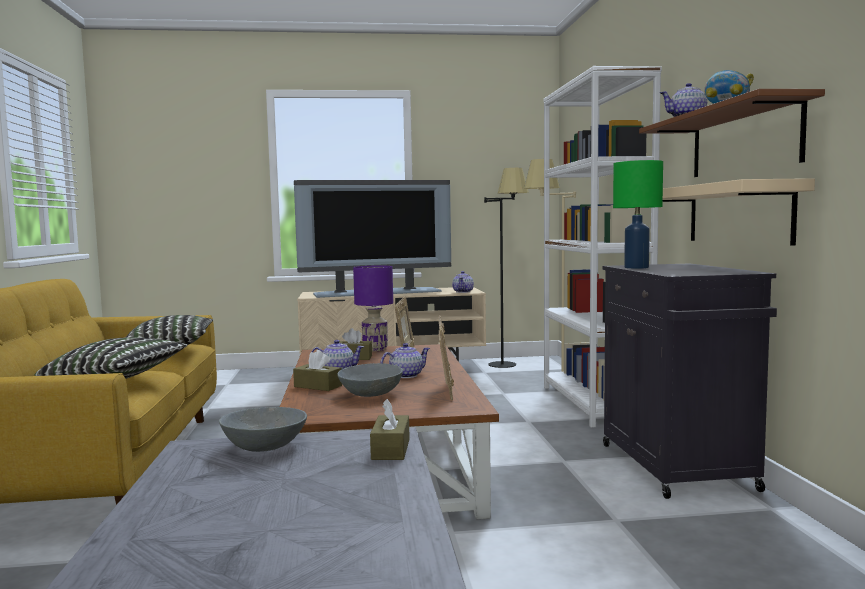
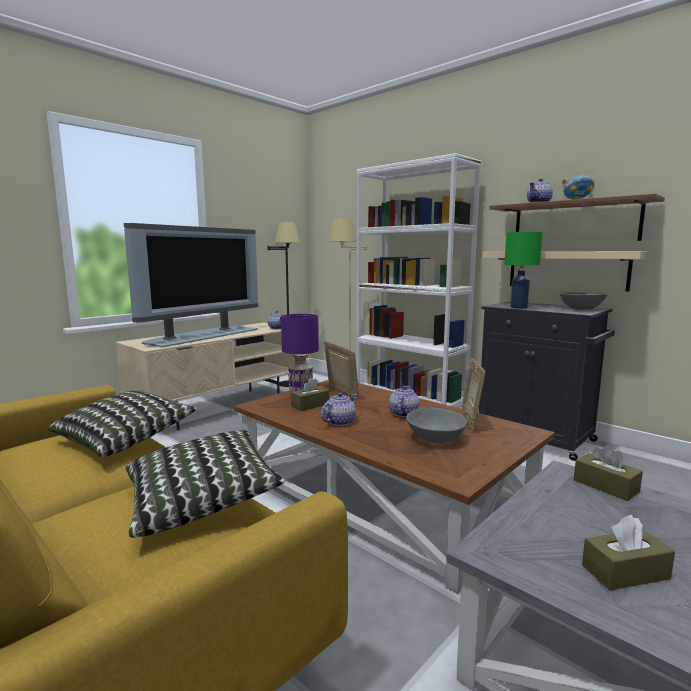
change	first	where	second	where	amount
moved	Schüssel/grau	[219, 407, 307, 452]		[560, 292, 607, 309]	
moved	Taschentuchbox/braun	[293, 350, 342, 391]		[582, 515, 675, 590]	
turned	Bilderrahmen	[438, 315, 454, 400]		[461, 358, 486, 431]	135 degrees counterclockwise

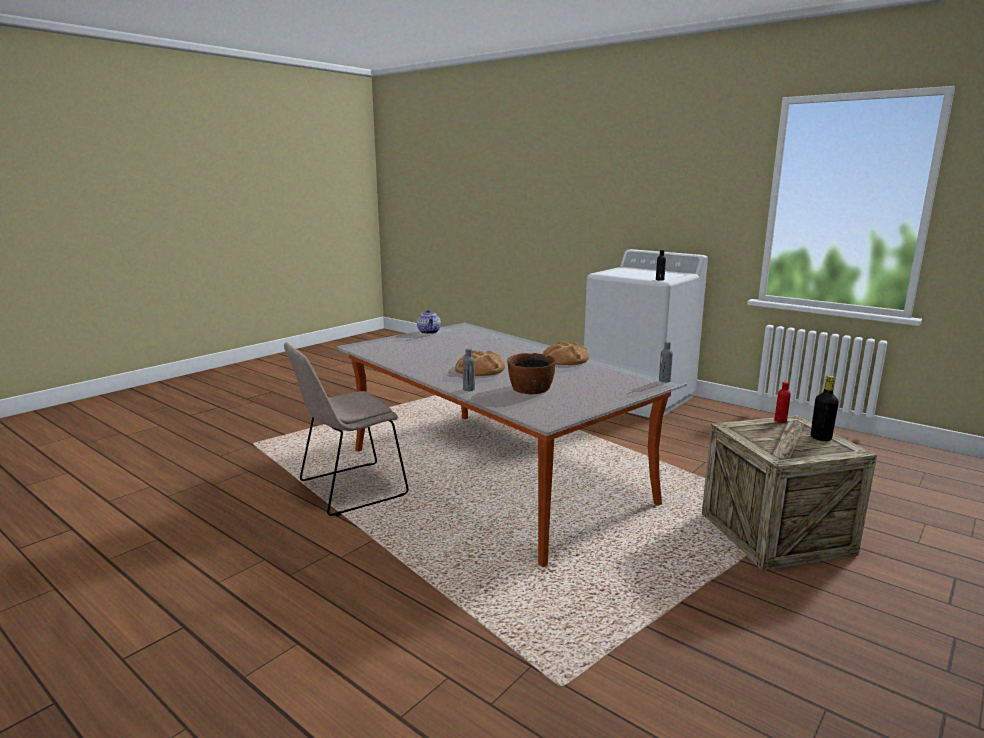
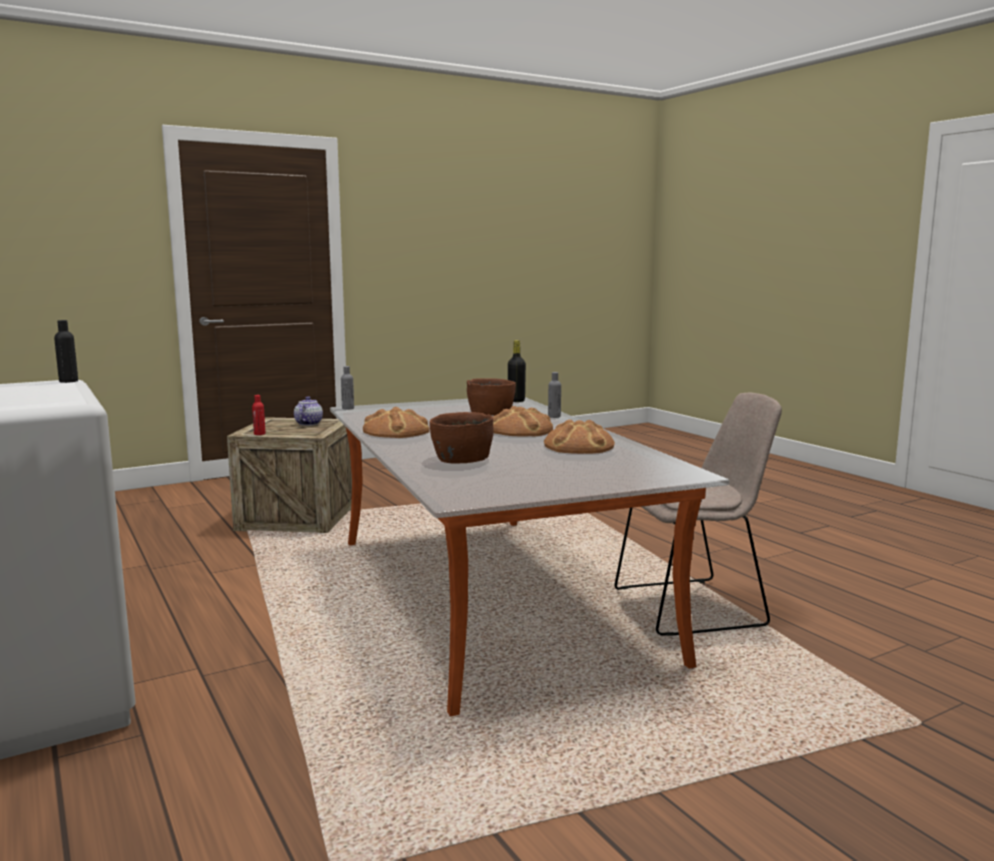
change	first	where	second	where	amount
moved	Teekanne	[417, 310, 441, 334]		[294, 396, 323, 426]	
moved	Flasche/schwarz	[811, 376, 839, 441]		[508, 340, 526, 402]	
added			Schüssel/braun	[429, 412, 494, 464]	
added			Brot	[544, 419, 615, 454]	

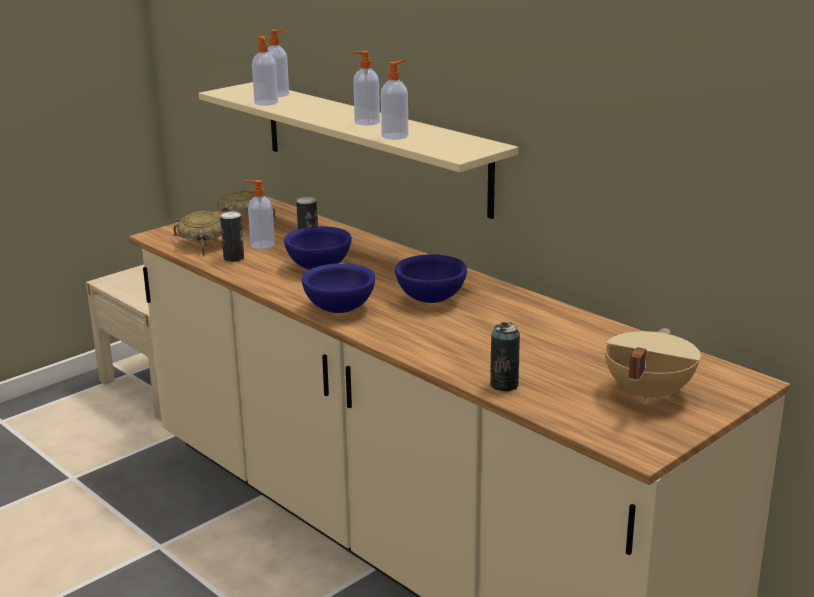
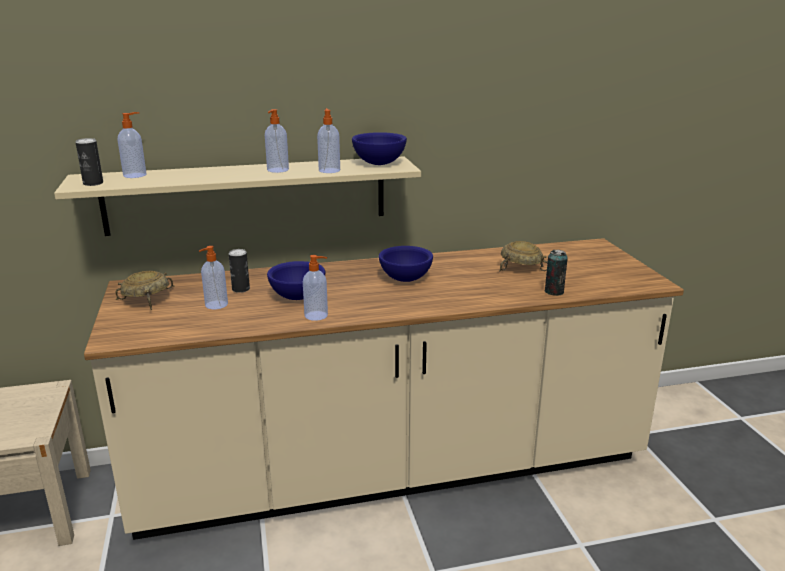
change	first	where	second	where	amount
moved	Schüssel/beige	[173, 211, 222, 256]		[499, 241, 548, 272]	
moved	Dose	[220, 211, 244, 262]		[75, 138, 103, 186]	
moved	Seifenspender	[252, 36, 278, 106]		[303, 255, 328, 321]	
moved	Schüssel/blau	[302, 263, 375, 313]		[352, 132, 407, 165]	
removed	Kochtopf/beige	[605, 328, 701, 403]			

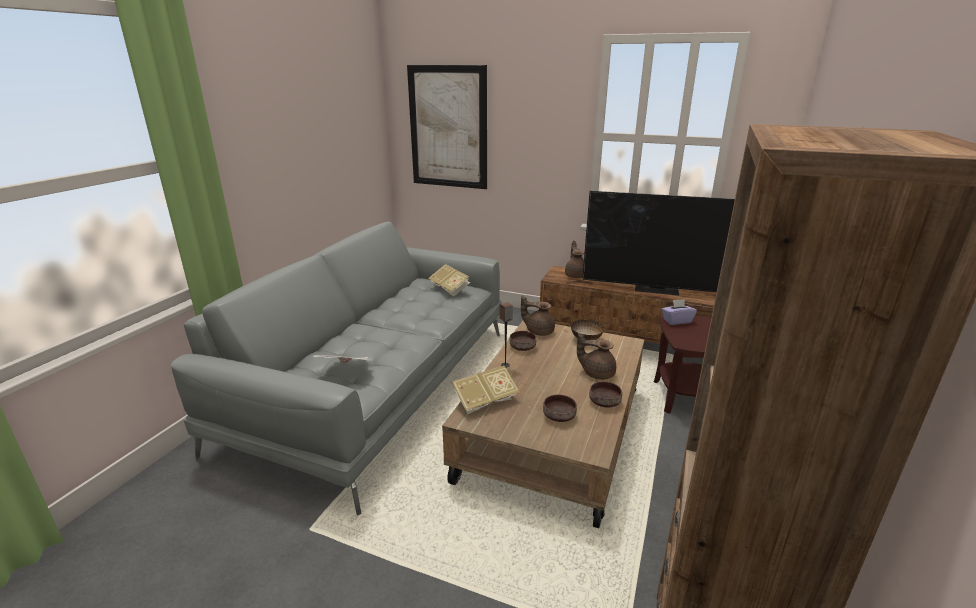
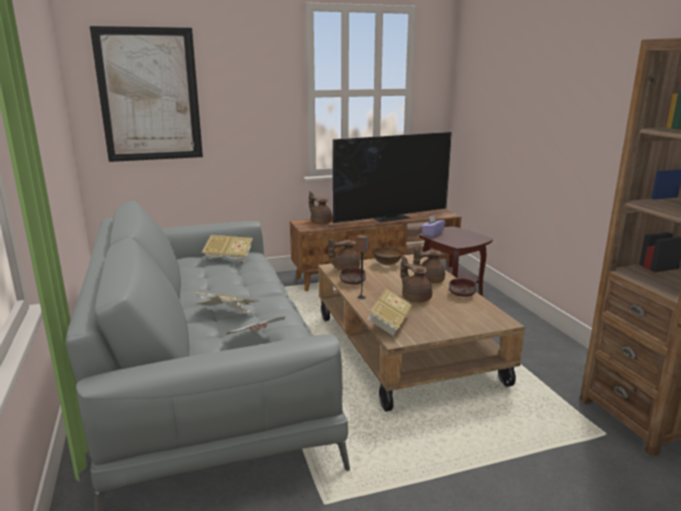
change	first	where	second	where	amount
removed	Schüssel/braun	[543, 395, 577, 422]			
added			Buch	[194, 291, 258, 313]	
added			Teekanne/braun	[401, 256, 432, 303]	

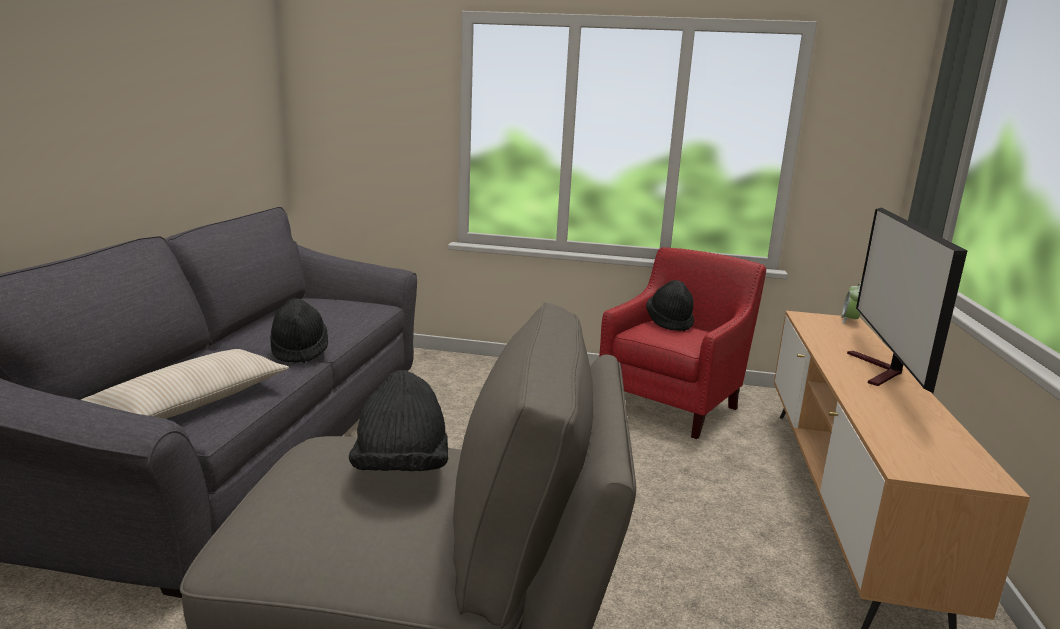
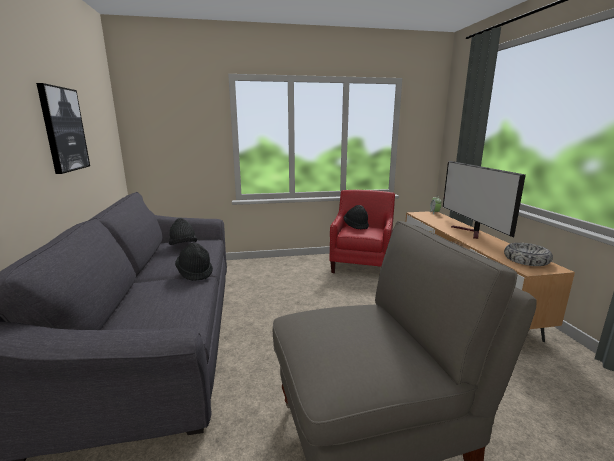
change	first	where	second	where	amount
removed	Kissen/beige	[81, 349, 289, 419]			
moved	Hut/schwarz	[349, 370, 448, 471]		[169, 218, 197, 245]	
added			Bild	[36, 83, 90, 174]	
added			Schüssel	[504, 243, 553, 266]	

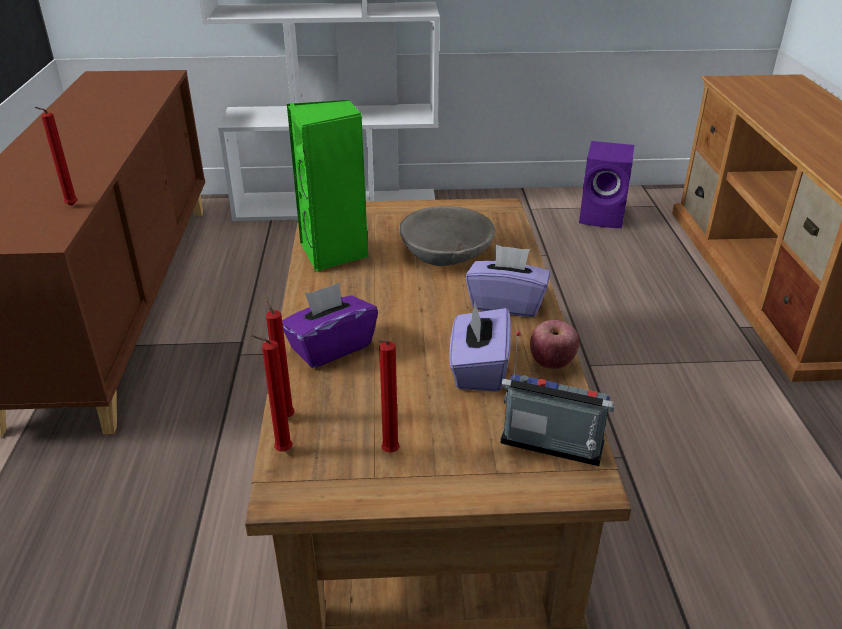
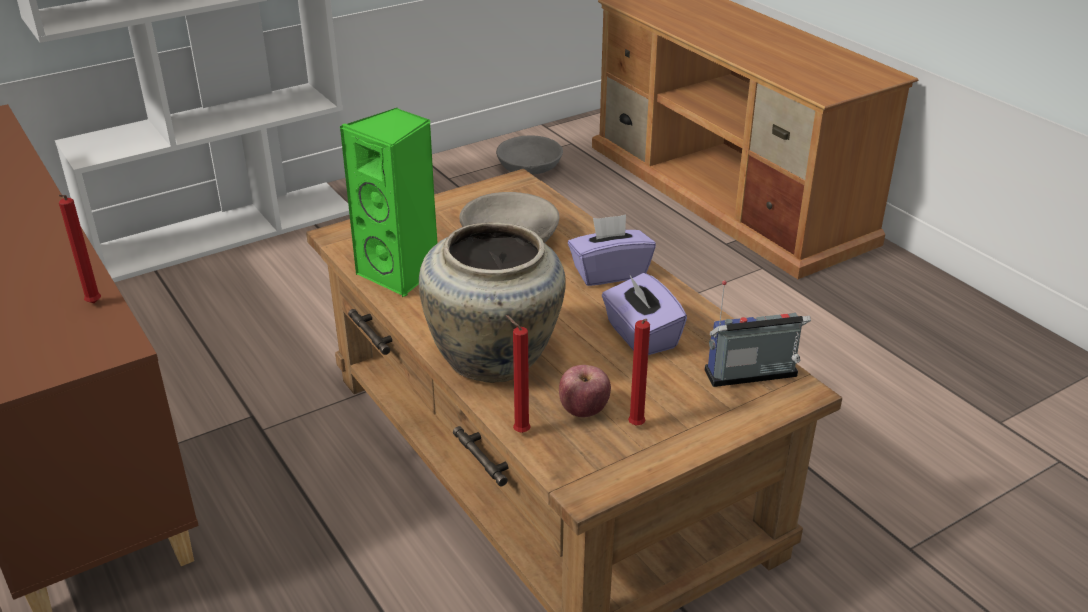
change	first	where	second	where	amount
removed	Kerze/rot	[251, 335, 293, 452]			
replaced	Taschentuchbox/lila	[282, 283, 378, 368]	Vase/beige	[419, 222, 566, 383]	
moved	Apfel	[530, 320, 580, 369]		[559, 365, 611, 417]	
replaced	Lautsprecher/lila	[579, 141, 634, 228]	Schüssel/grau	[496, 136, 563, 175]	

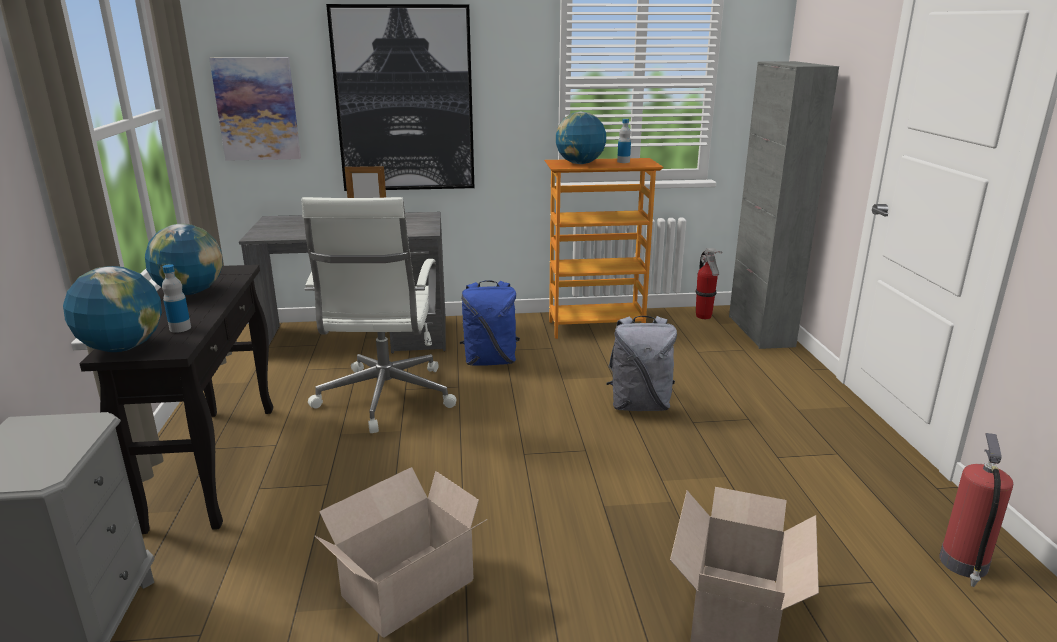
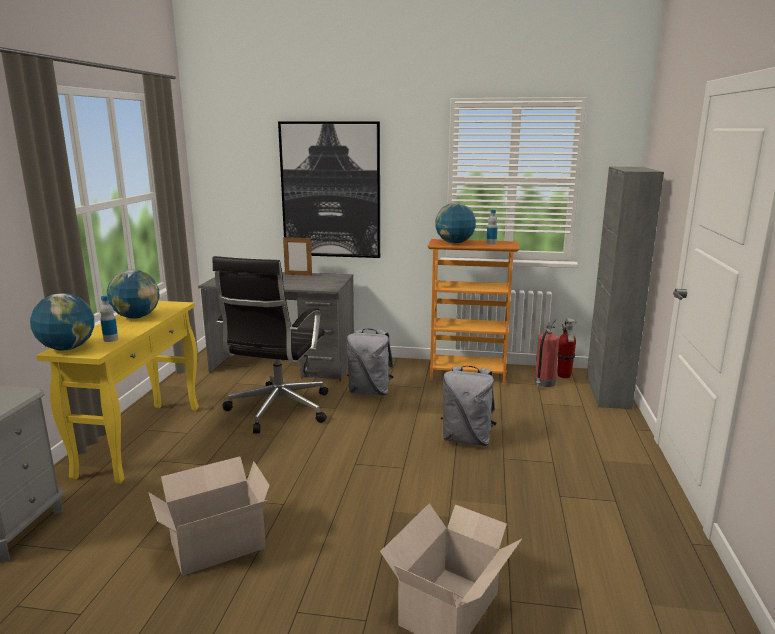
change	first	where	second	where	amount
recoloured	Konsolentisch/schwarz	[79, 265, 273, 534]	Konsolentisch/gelb	[36, 301, 199, 484]	
removed	Bild	[209, 57, 301, 161]			
recoloured	Bürostuhl/weiß	[301, 197, 456, 433]	Bürostuhl/schwarz	[212, 256, 328, 434]	
recoloured	Rucksack/blau	[460, 280, 520, 366]	Rucksack/grau	[346, 329, 394, 396]	
moved	Feuerlöscher	[939, 433, 1013, 587]		[534, 318, 559, 387]	

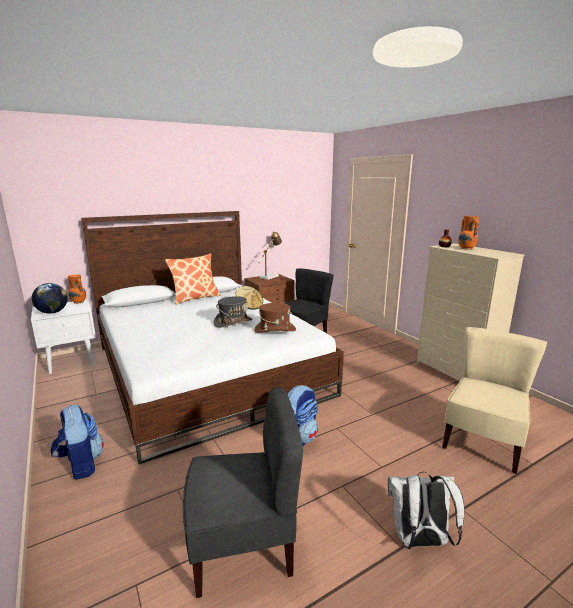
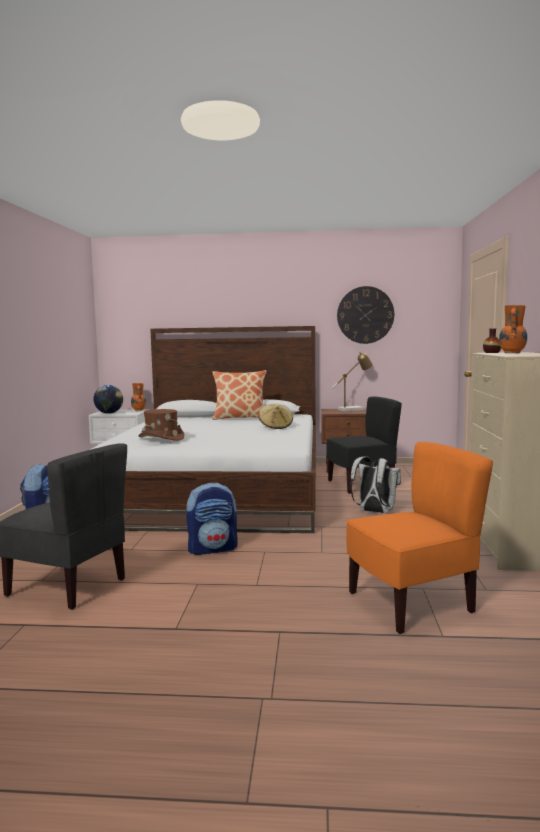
change	first	where	second	where	amount
removed	Hut/grau	[214, 296, 253, 328]			
moved	Hut/braun	[254, 303, 296, 333]		[139, 409, 184, 441]	
moved	Rucksack/weiß	[388, 472, 464, 549]		[351, 456, 401, 513]	
recoloured	Stuhl/beige	[442, 327, 547, 474]	Stuhl/orange	[346, 442, 493, 634]	
added			Wanduhr	[337, 286, 394, 344]	

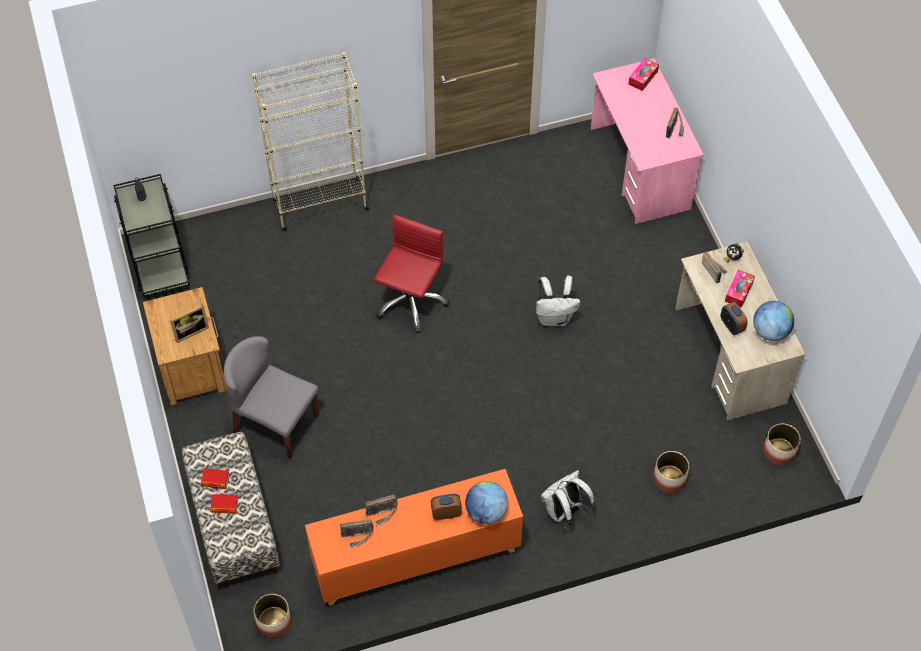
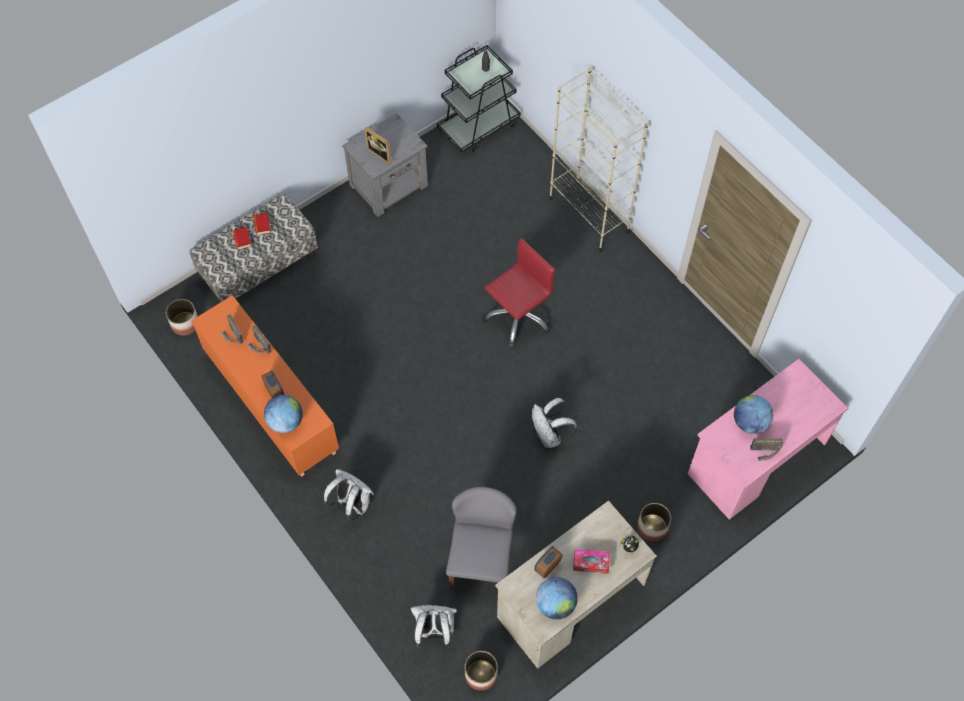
change	first	where	second	where	amount
recoloured	Nachttisch/braun	[143, 287, 227, 406]	Nachttisch/grau	[342, 113, 428, 217]	
moved	Stuhl/grau	[224, 336, 319, 459]		[446, 487, 517, 589]	
turned	Bürostuhl/rot	[374, 215, 449, 333]		[483, 238, 555, 347]	45 degrees counterclockwise
removed	Taschentuchbox	[628, 58, 659, 91]			
moved	Pflanzkübel	[653, 451, 689, 493]		[637, 503, 671, 541]	
removed	Radio	[702, 251, 728, 284]			
added			Rucksack/weiß	[411, 605, 457, 648]	
added			Globus	[734, 395, 773, 434]	

